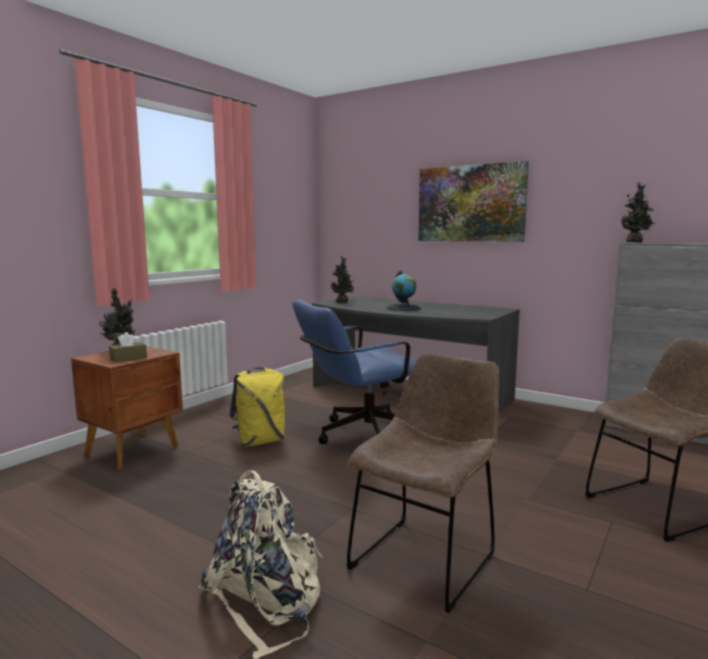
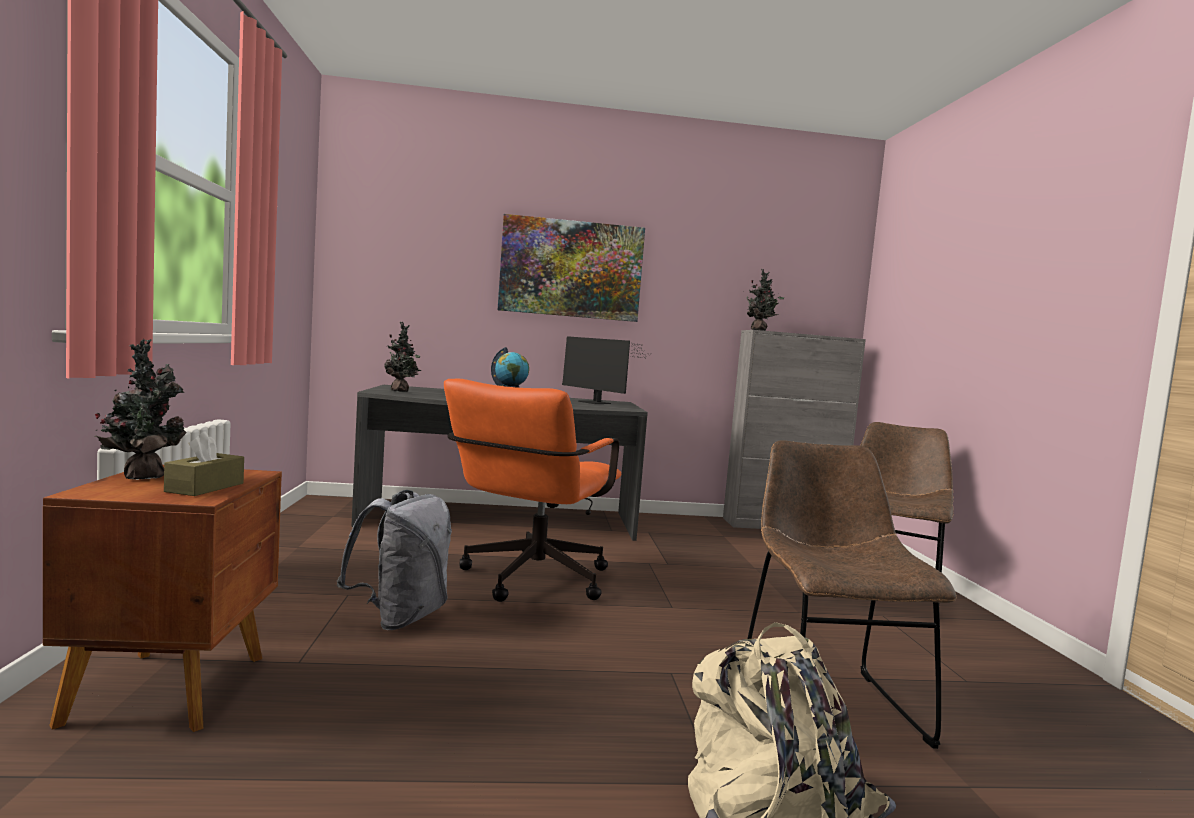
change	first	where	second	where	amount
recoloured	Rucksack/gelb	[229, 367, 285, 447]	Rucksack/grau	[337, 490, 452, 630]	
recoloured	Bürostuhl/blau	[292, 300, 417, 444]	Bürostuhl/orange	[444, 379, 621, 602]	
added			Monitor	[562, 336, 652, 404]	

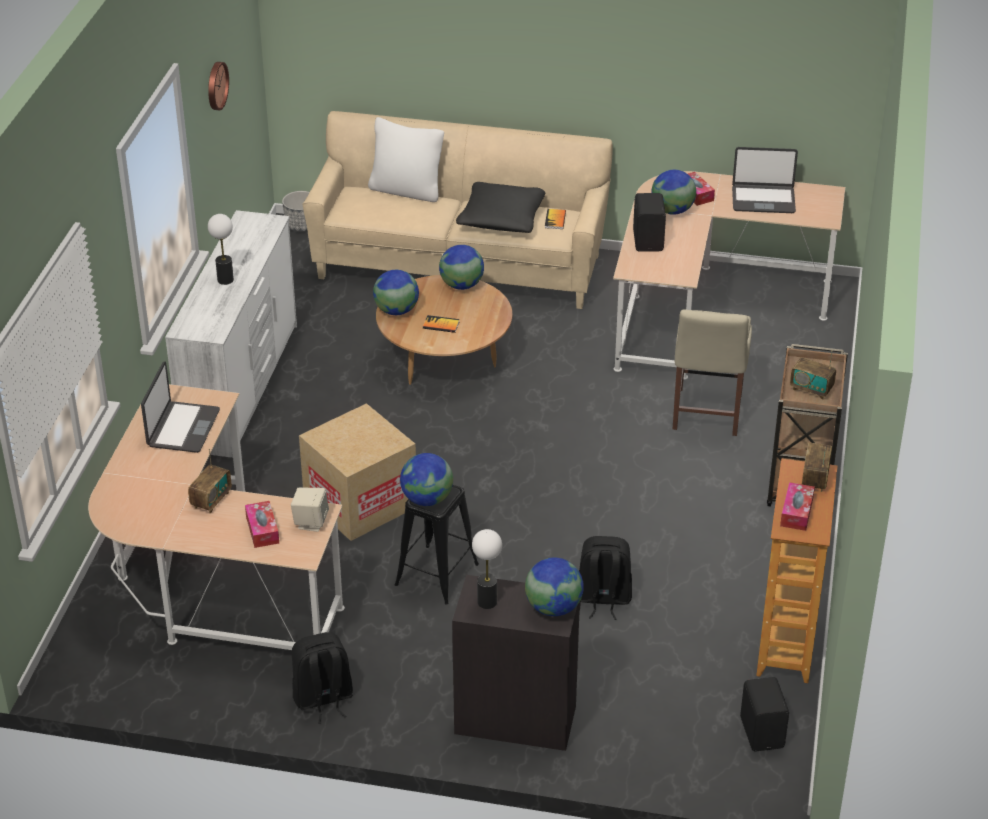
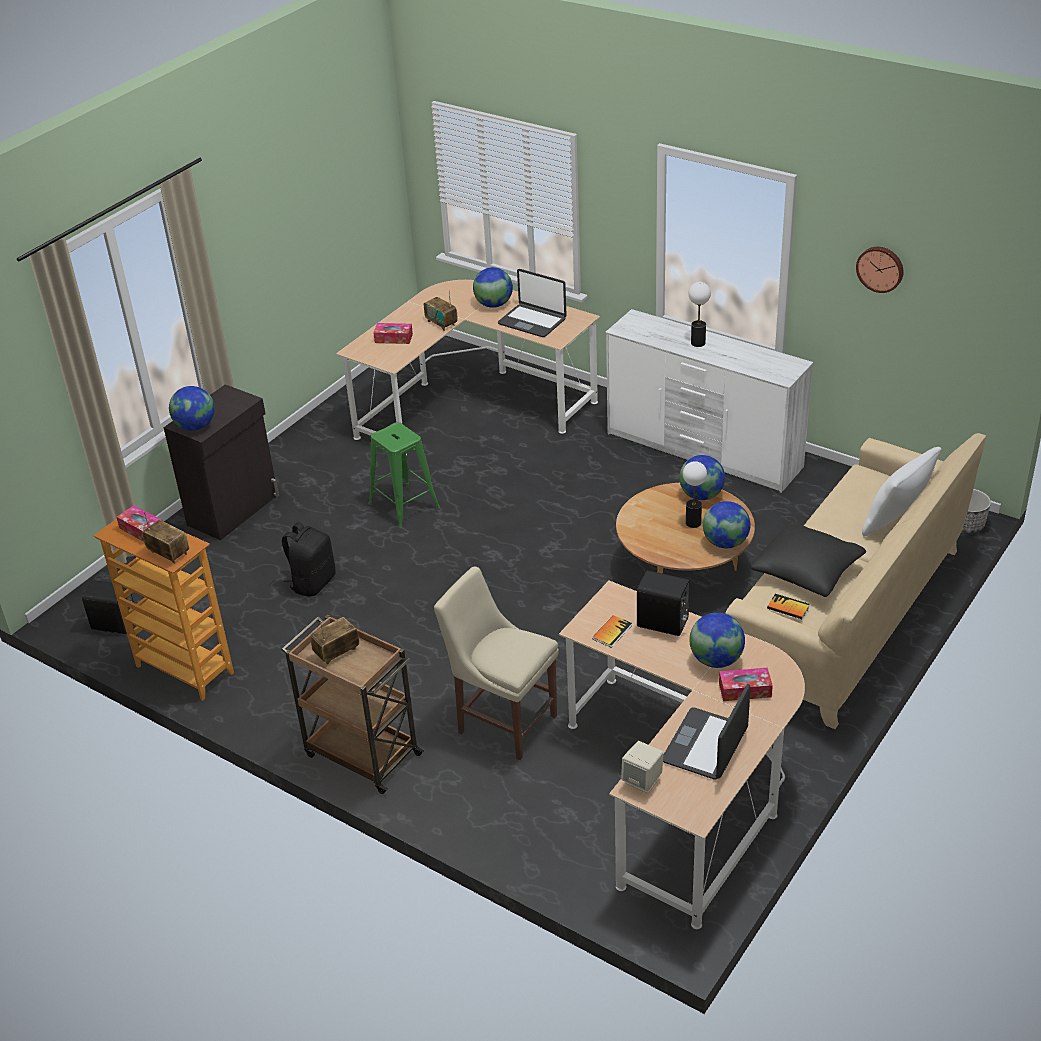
change	first	where	second	where	amount
moved	Lautsprecher/beige	[291, 488, 329, 532]		[621, 741, 664, 794]	
removed	Rucksack/schwarz	[292, 632, 353, 724]			
removed	Karton	[299, 403, 416, 541]			
recoloured	Hocker/schwarz	[395, 485, 479, 605]	Hocker/grün	[368, 422, 440, 528]	
moved	Globus	[400, 453, 453, 506]		[473, 267, 513, 308]	
moved	Buch	[423, 315, 460, 333]		[592, 615, 632, 648]	
moved	Tischlampe	[472, 529, 502, 609]		[683, 461, 707, 528]	

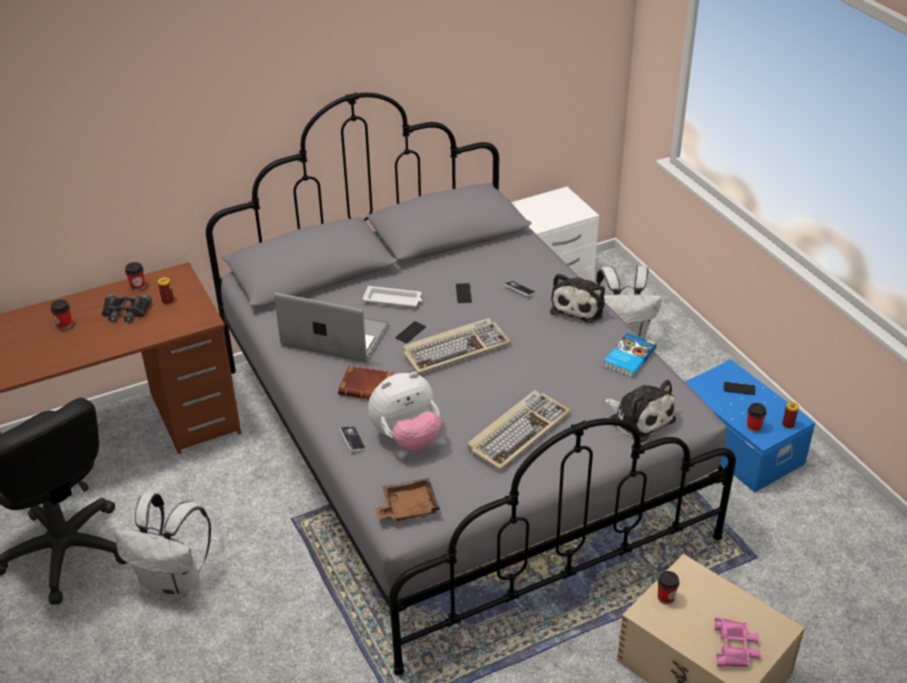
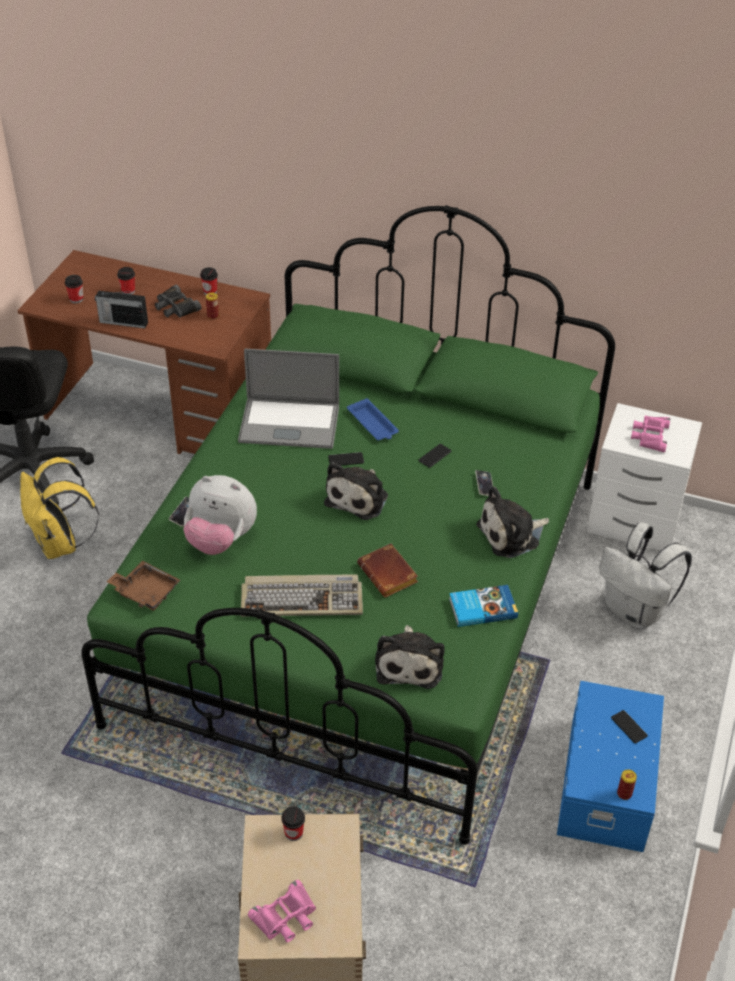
change	first	where	second	where	amount
recoloured	Rucksack/weiß	[115, 492, 211, 599]	Rucksack/gelb	[20, 457, 99, 559]	
recoloured	Bett/grau	[206, 92, 736, 675]	Bett/grün	[81, 205, 615, 845]	
turned	Laptop	[274, 292, 389, 363]		[238, 349, 339, 449]	120 degrees clockwise
moved	Buch/braun	[338, 365, 394, 399]		[357, 543, 418, 597]	
recoloured	Tablett/weiß	[362, 285, 422, 308]	Tablett/blau	[347, 398, 399, 441]	
replaced	Tastatur	[403, 318, 511, 374]	Plüschtier	[324, 462, 388, 520]	
moved	Tasse	[747, 403, 767, 432]		[65, 275, 83, 303]	
added			Radio	[95, 291, 148, 329]	
added			Fernglas/rosa	[631, 415, 671, 452]	

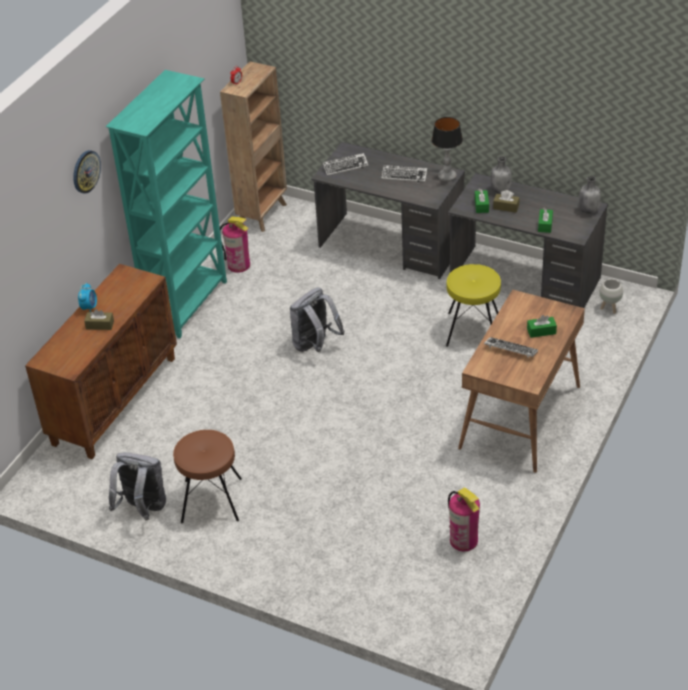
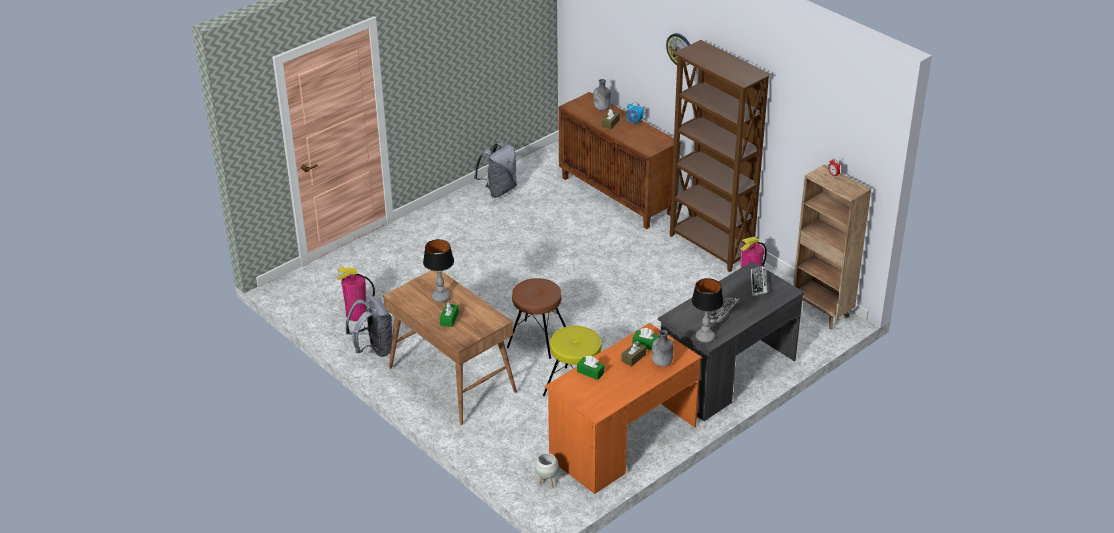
change	first	where	second	where	amount
recoloured	Bücherregal/türkis	[106, 70, 227, 338]	Bücherregal/braun	[670, 40, 772, 272]	
moved	Hocker/braun	[173, 430, 242, 523]		[507, 278, 566, 359]	
moved	Rucksack/grau	[290, 288, 345, 352]		[346, 296, 393, 357]	
recoloured	Schreibtisch/grau	[448, 173, 608, 308]	Schreibtisch/orange	[545, 323, 702, 494]	
replaced	Tastatur	[484, 337, 538, 358]	Tischlampe	[423, 239, 454, 302]	
moved	Flasche/grau	[579, 176, 601, 214]		[594, 79, 611, 111]	

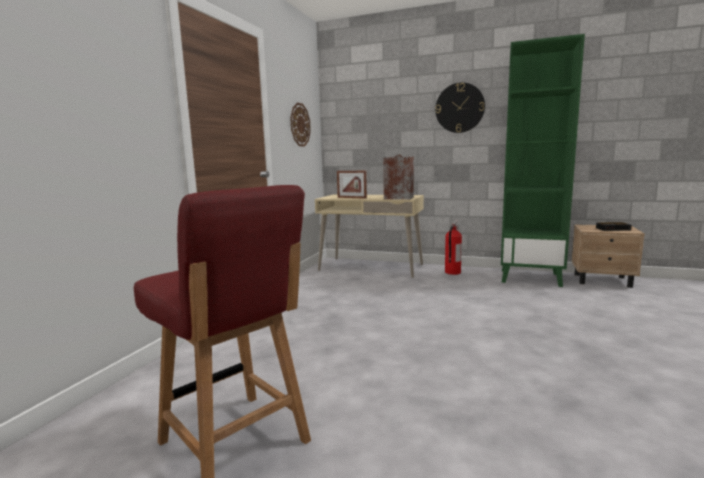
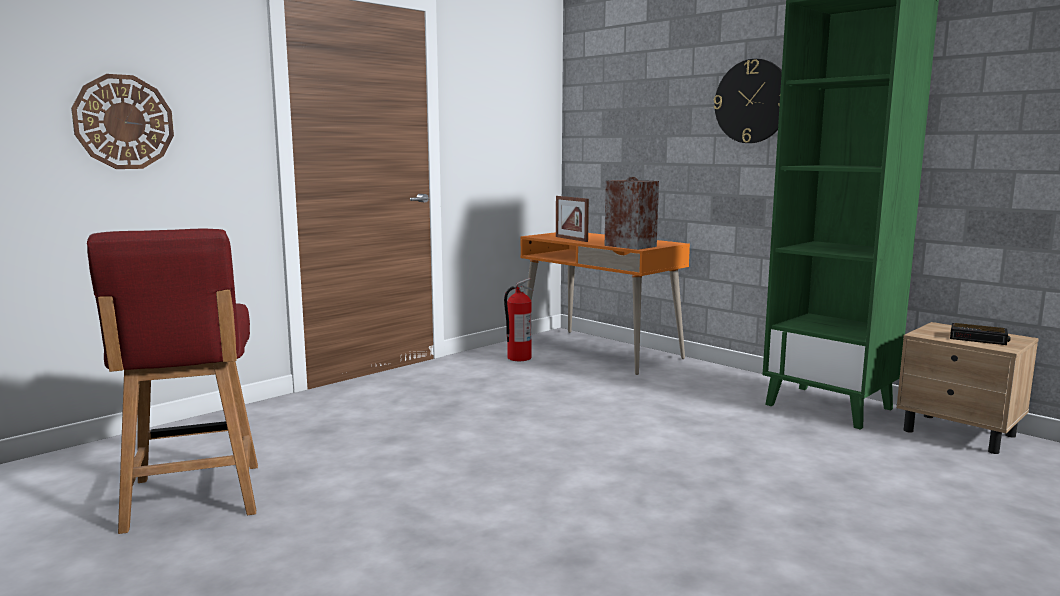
change	first	where	second	where	amount
moved	Wanduhr	[290, 103, 311, 146]		[71, 74, 174, 169]	
recoloured	Schreibtisch/beige	[315, 194, 424, 278]	Schreibtisch/orange	[521, 232, 690, 375]	
moved	Feuerlöscher	[445, 220, 462, 275]		[504, 278, 533, 361]	

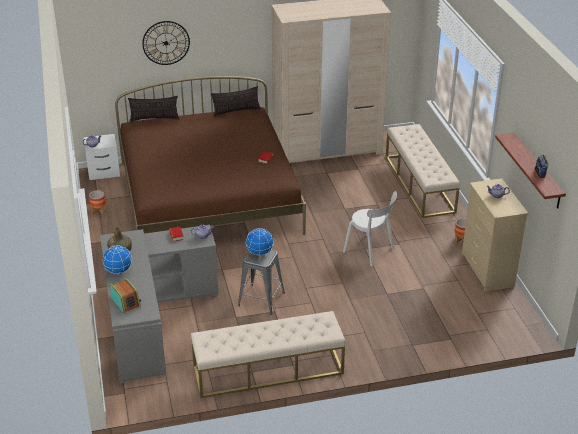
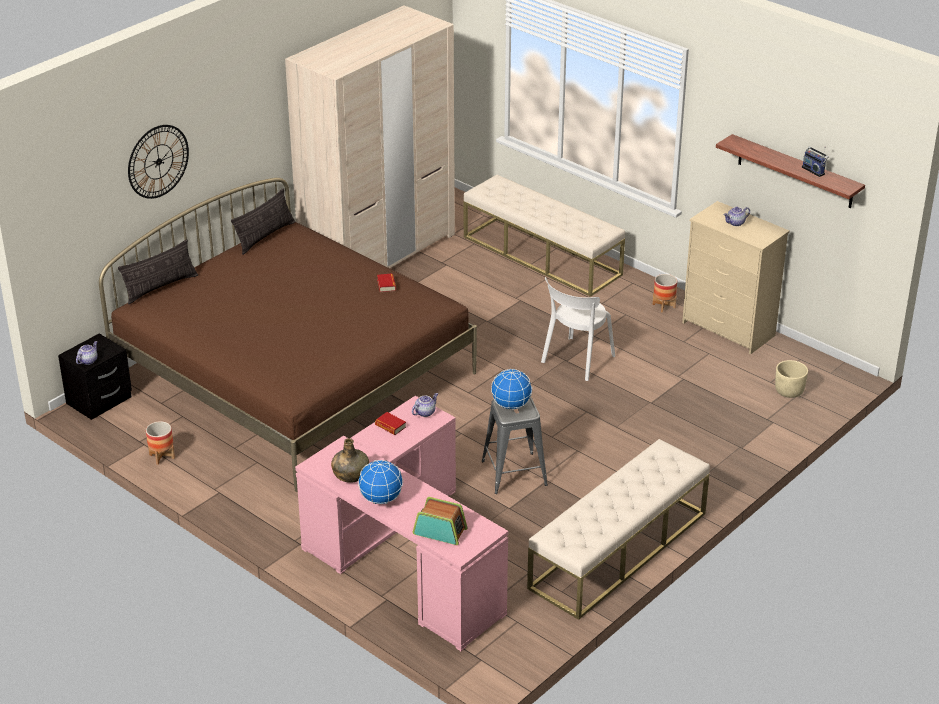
change	first	where	second	where	amount
recoloured	Nachttisch/weiß	[84, 134, 120, 180]	Nachttisch/schwarz	[58, 334, 132, 420]	
recoloured	Schreibtisch/grau	[100, 225, 218, 383]	Schreibtisch/rosa	[295, 396, 508, 651]	
turned	Stuhl/weiß	[343, 191, 397, 266]		[541, 277, 615, 381]	120 degrees clockwise
added			Pflanzkübel/beige	[775, 360, 808, 398]	

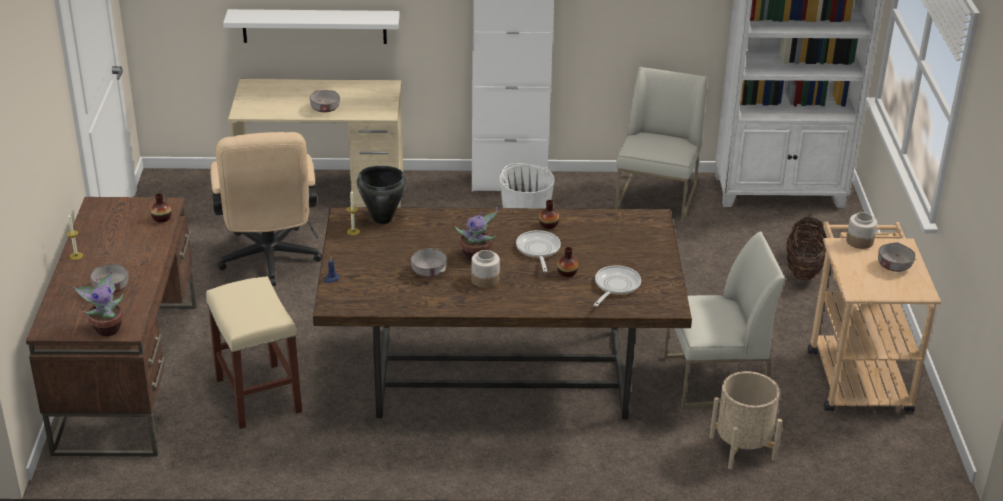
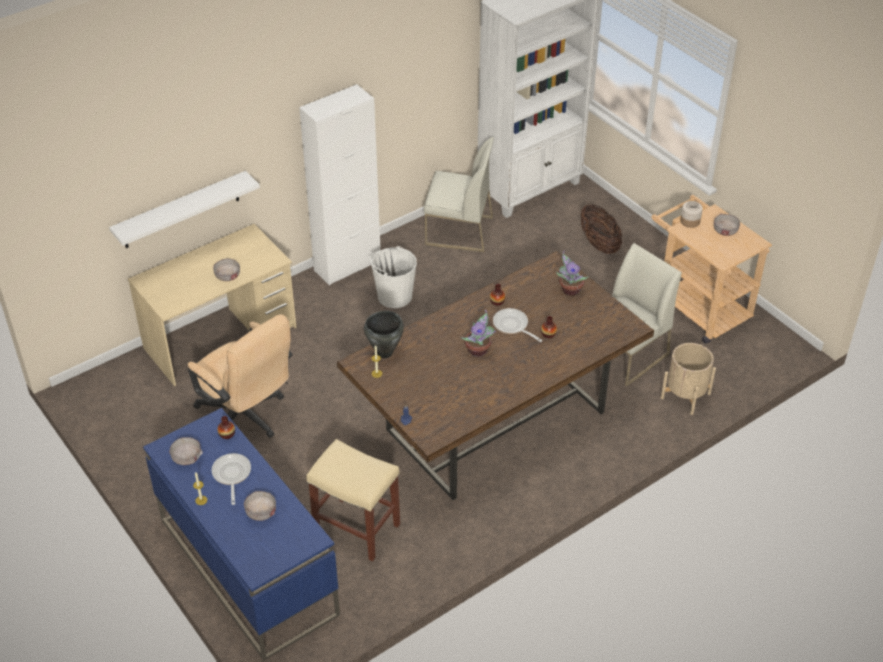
change	first	where	second	where	amount
recoloured	Schreibtisch/braun	[26, 197, 197, 456]	Schreibtisch/blau	[143, 408, 340, 661]	
moved	Topfpflanze	[73, 270, 124, 336]		[556, 251, 589, 296]	
moved	Schüssel/grau	[411, 248, 447, 277]		[169, 437, 203, 465]	
removed	Vorratsglas	[471, 250, 500, 288]			
moved	Pfanne	[594, 265, 641, 307]		[212, 453, 251, 505]	
turned	Stuhl/weiß	[615, 67, 707, 223]		[424, 137, 494, 252]	120 degrees clockwise

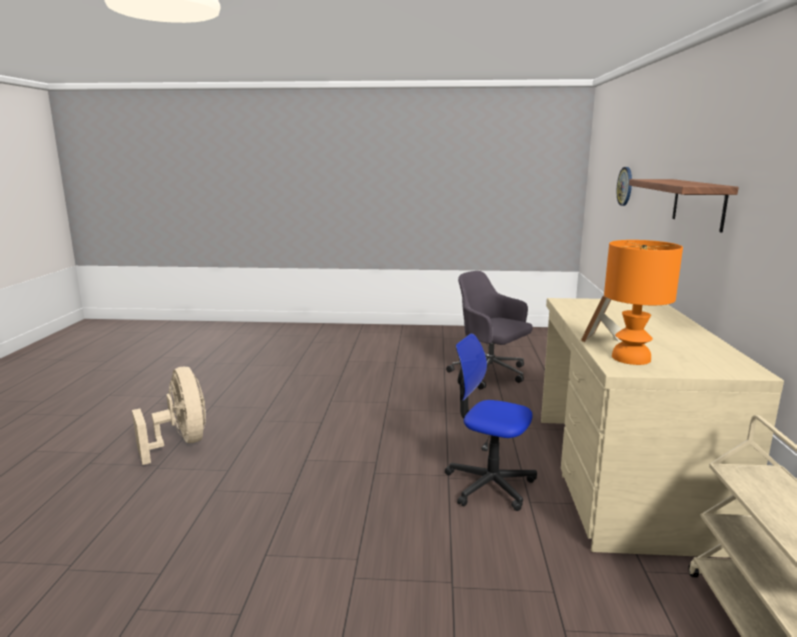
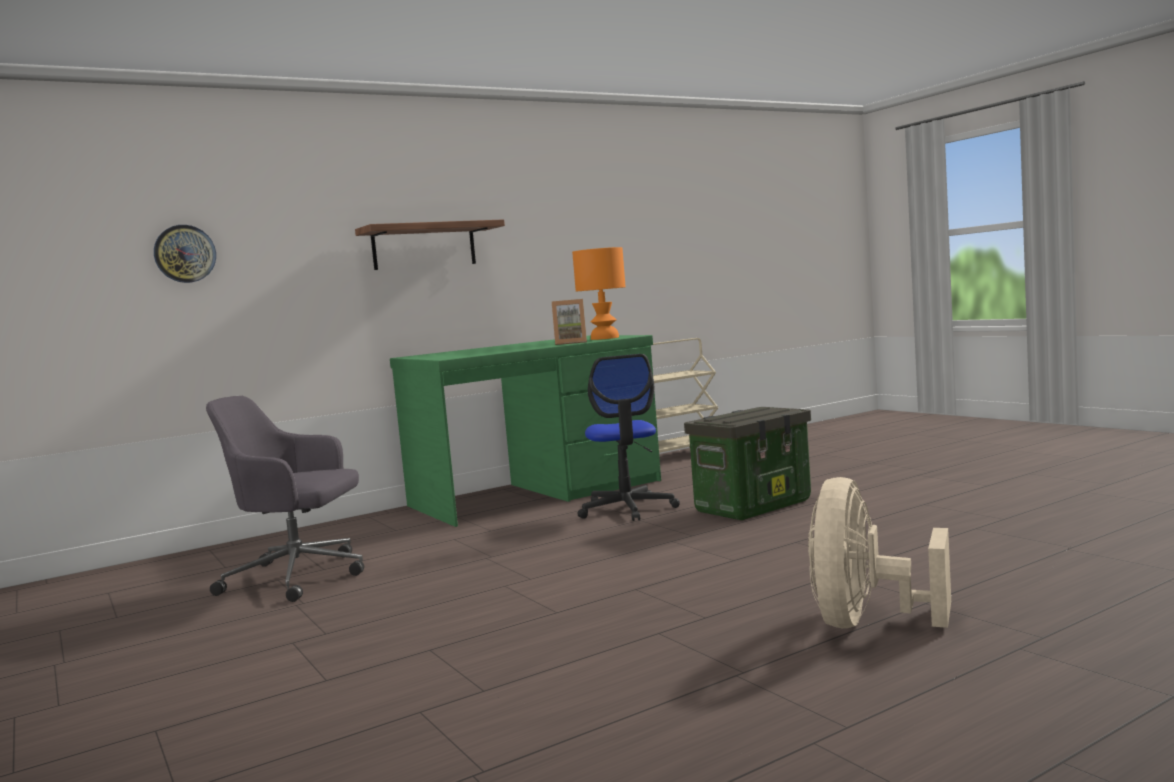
change	first	where	second	where	amount
turned	Bürostuhl/grau	[446, 271, 533, 390]		[206, 396, 364, 602]	90 degrees clockwise
recoloured	Schreibtisch/beige	[541, 298, 784, 558]	Schreibtisch/grün	[390, 335, 661, 527]	
added			Aufbewahrungsbox	[684, 407, 811, 520]	

